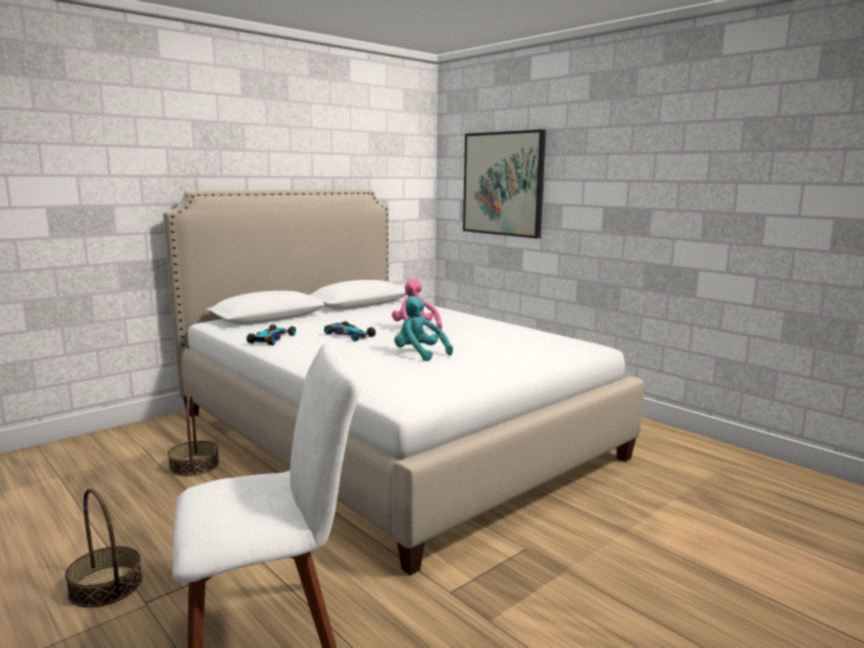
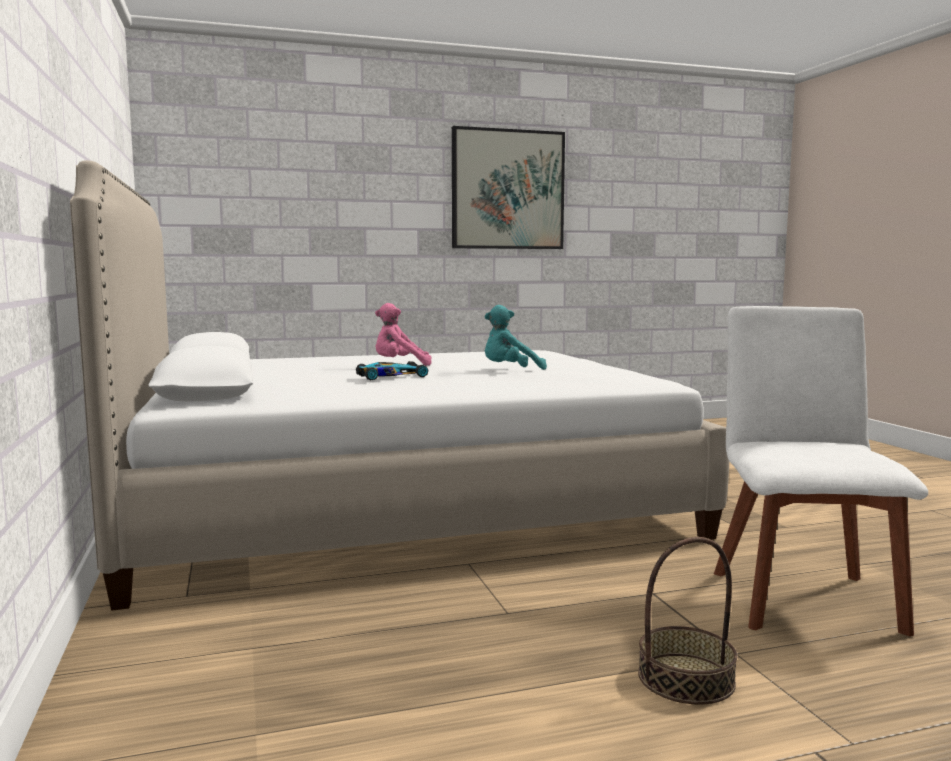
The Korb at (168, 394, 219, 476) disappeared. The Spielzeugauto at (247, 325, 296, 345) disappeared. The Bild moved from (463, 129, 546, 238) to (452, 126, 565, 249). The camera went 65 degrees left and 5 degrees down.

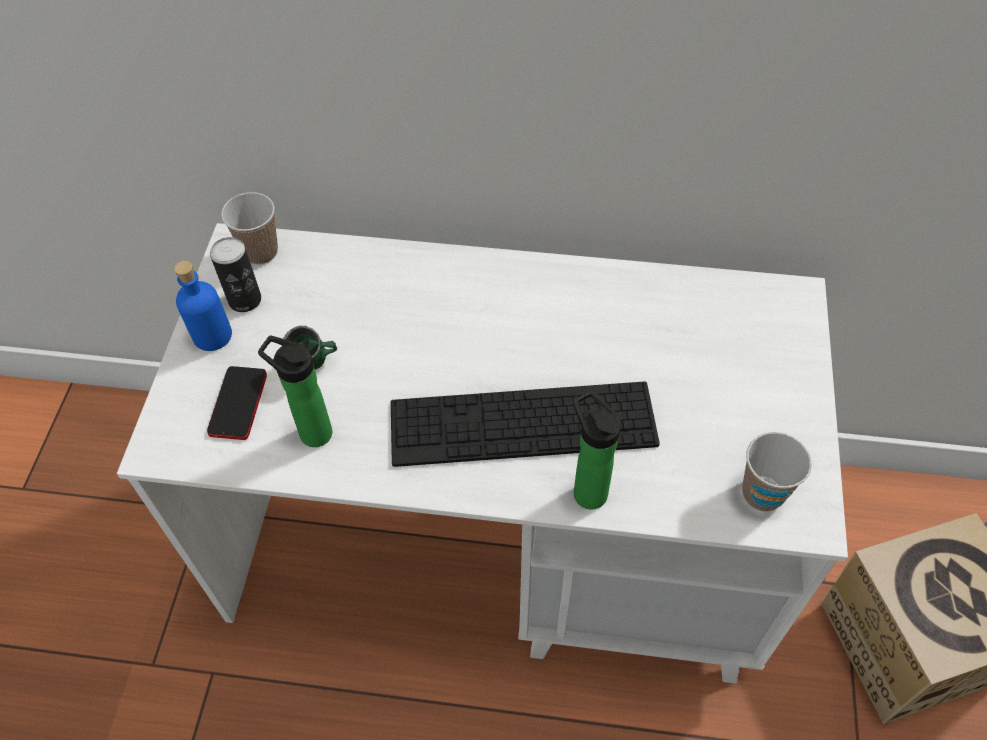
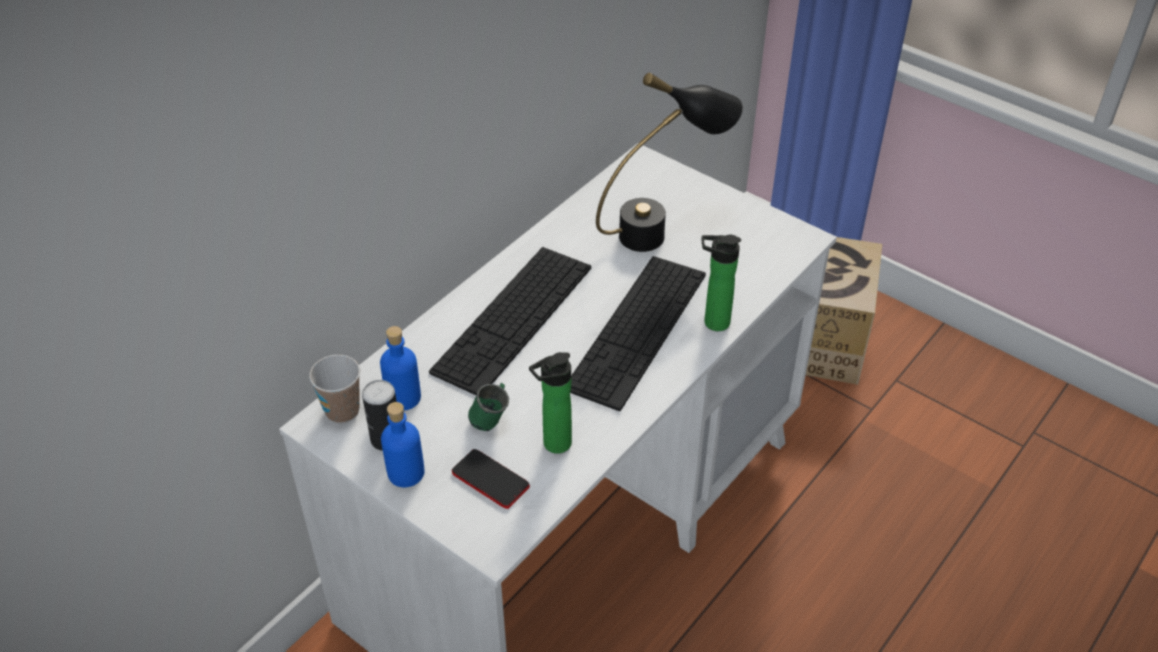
The Tasse at (742, 432, 812, 512) disappeared. The Flasche/blau at (380, 326, 421, 411) appeared. The Tastatur at (429, 247, 591, 395) appeared. The Tischlampe/schwarz at (596, 73, 743, 252) appeared. The camera went 60 degrees left and 10 degrees down.

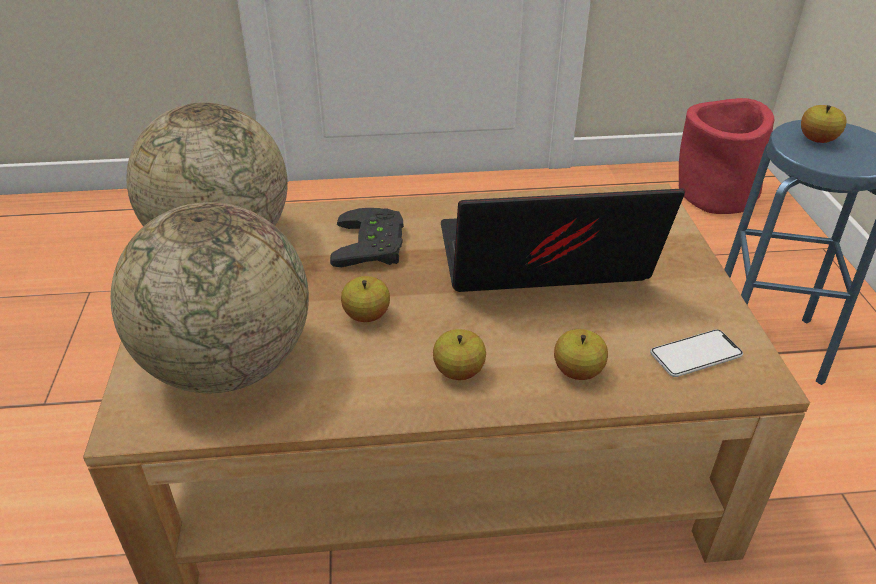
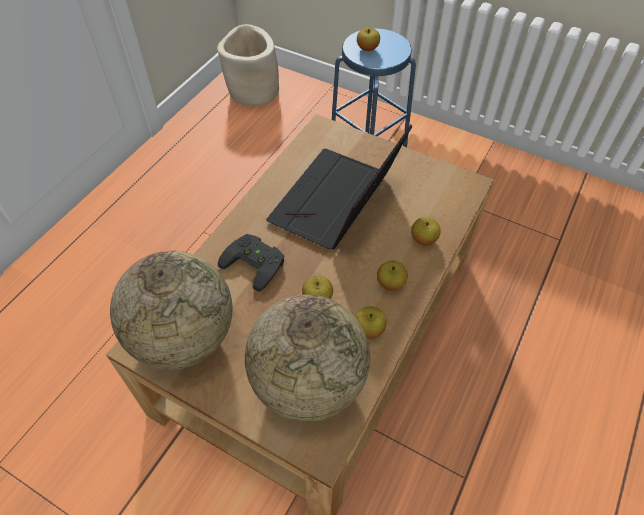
The Handy at (650, 330, 743, 377) disappeared. The Apfel at (355, 306, 387, 338) appeared. The Pflanzkübel/rot at (679, 98, 774, 214) became the Pflanzkübel/beige at (217, 24, 279, 106). The camera went 55 degrees left and 15 degrees up.

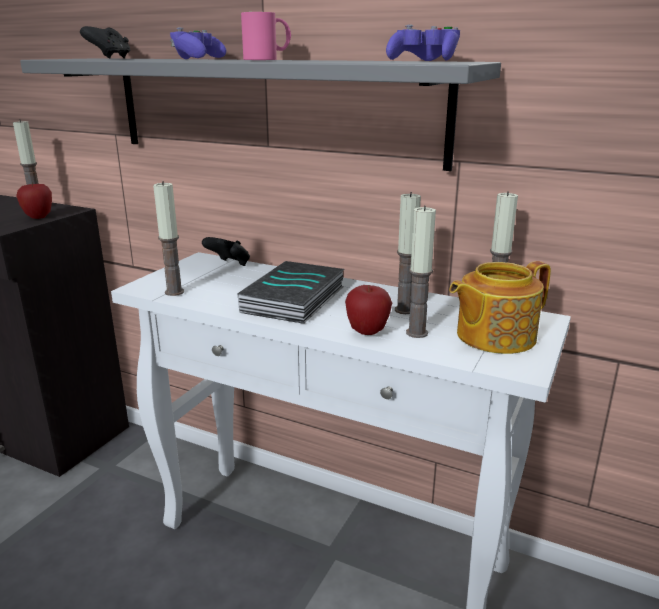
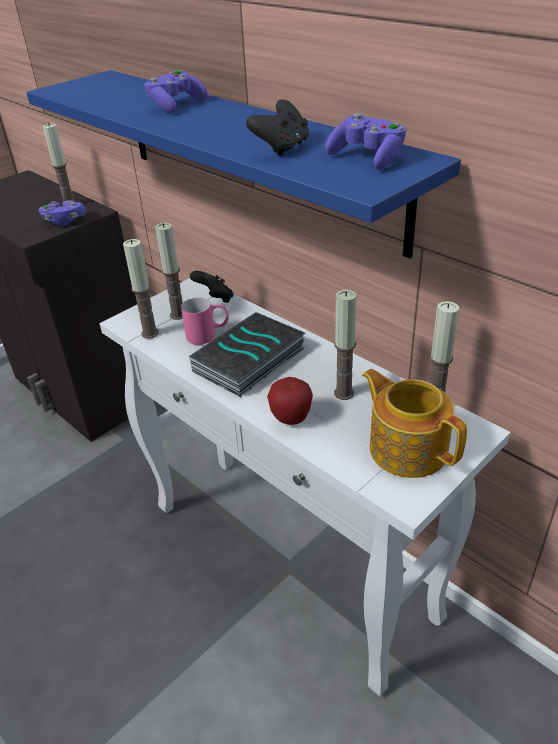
The Gamepad/schwarz moved from (80, 26, 130, 59) to (246, 99, 309, 156). The Henkelbecher/rosa moved from (241, 12, 291, 60) to (181, 297, 229, 345). The Kerze moved from (406, 205, 436, 338) to (155, 223, 183, 320). The Apfel at (16, 182, 52, 219) was replaced by the Gamepad/lila at (39, 200, 86, 226). The Wandregal/grau at (20, 58, 501, 171) became the Wandregal/blau at (26, 70, 461, 258). The Teekanne at (449, 261, 551, 354) turned 60 degrees clockwise. The camera went 20 degrees right and 15 degrees up.

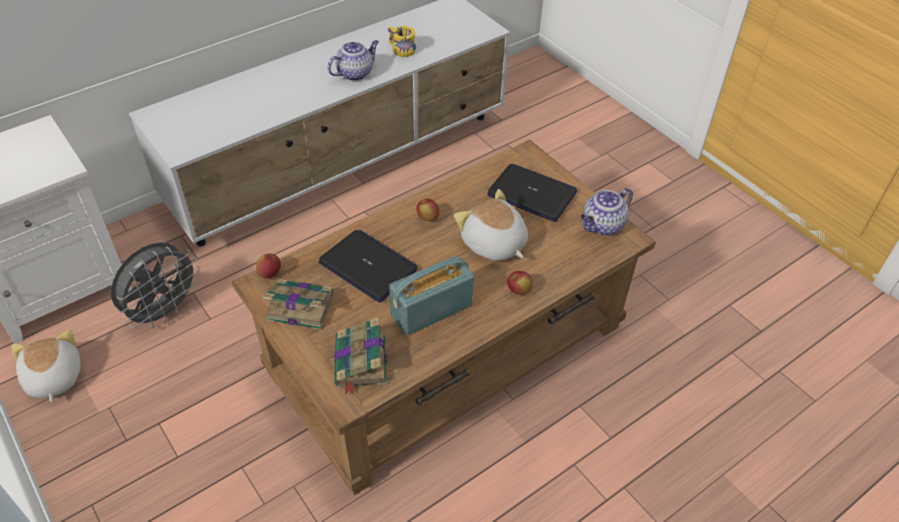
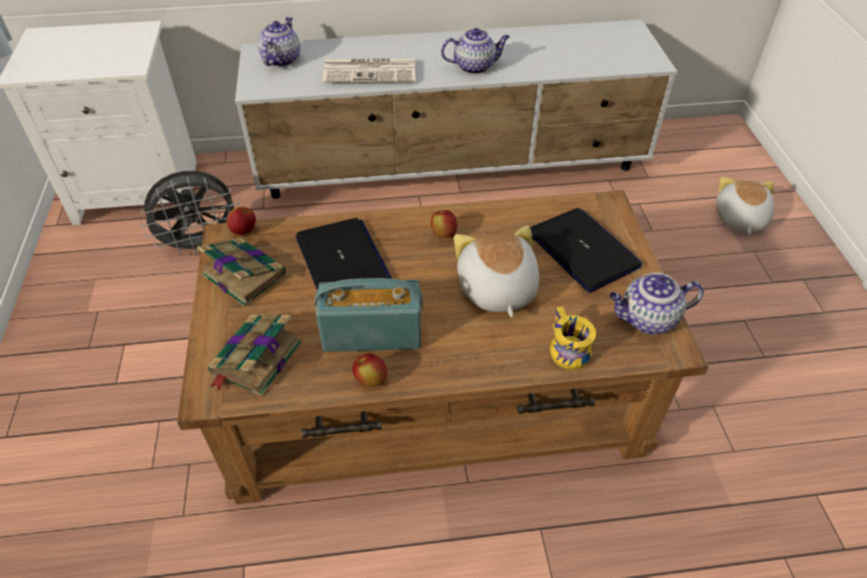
The Teekanne at (258, 16, 300, 67) appeared. The Zeitung at (322, 58, 415, 83) appeared. The Plüschtier moved from (11, 330, 81, 402) to (716, 176, 774, 234). The Henkelbecher/gelb moved from (388, 26, 416, 57) to (550, 306, 596, 370). The Apfel moved from (507, 271, 533, 295) to (353, 354, 387, 387). The camera went 30 degrees right and 0 degrees up.

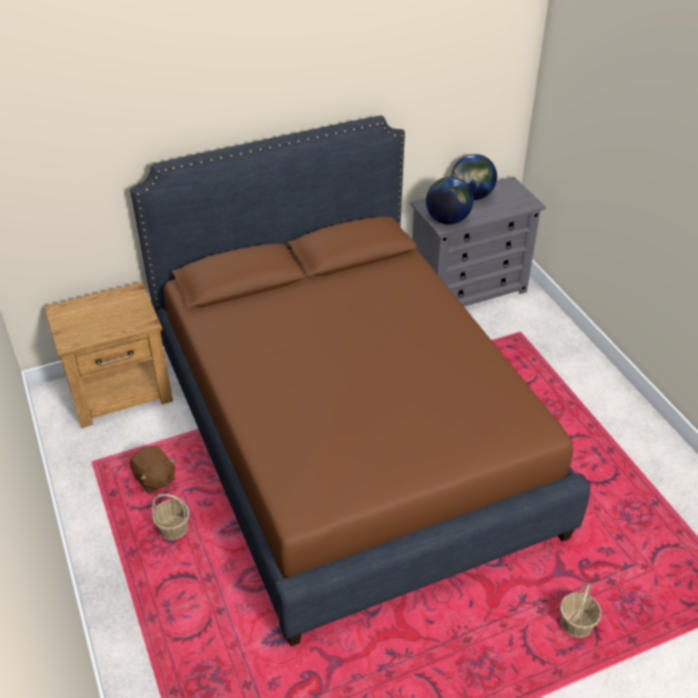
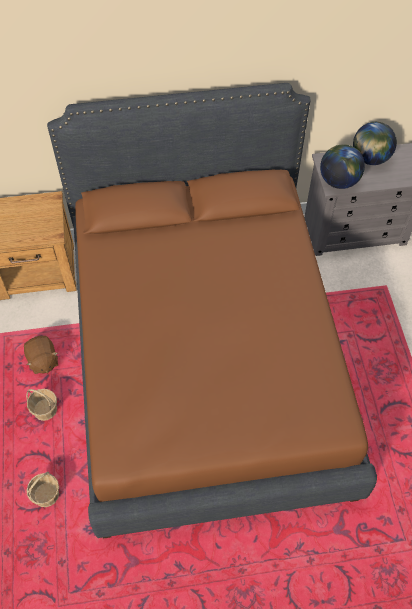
The Korb moved from (560, 583, 602, 638) to (27, 472, 59, 507). The camera went 15 degrees right and 15 degrees up.

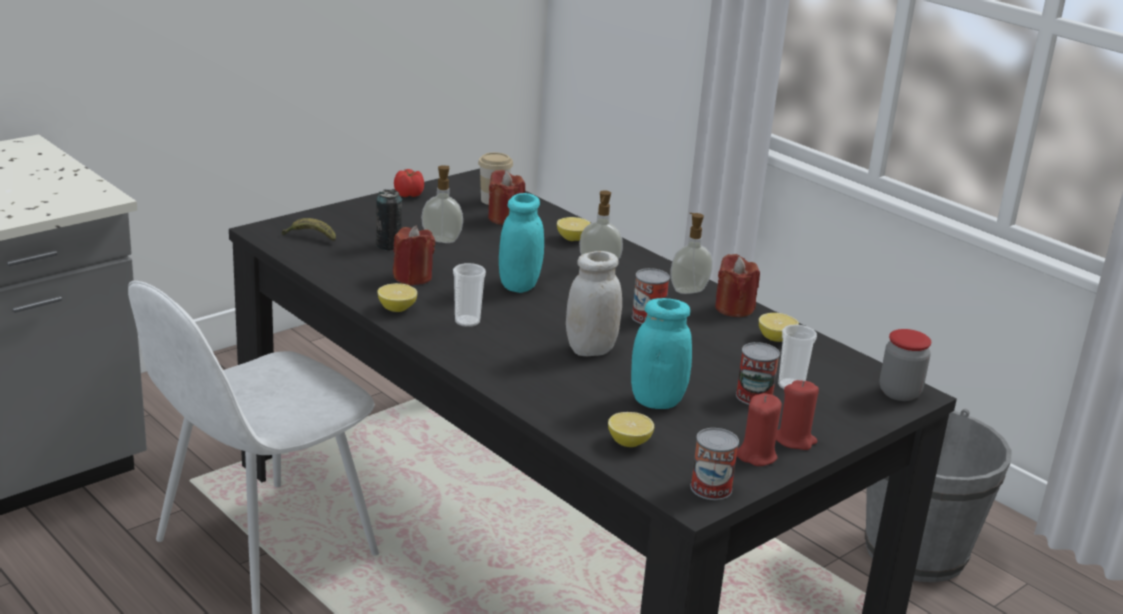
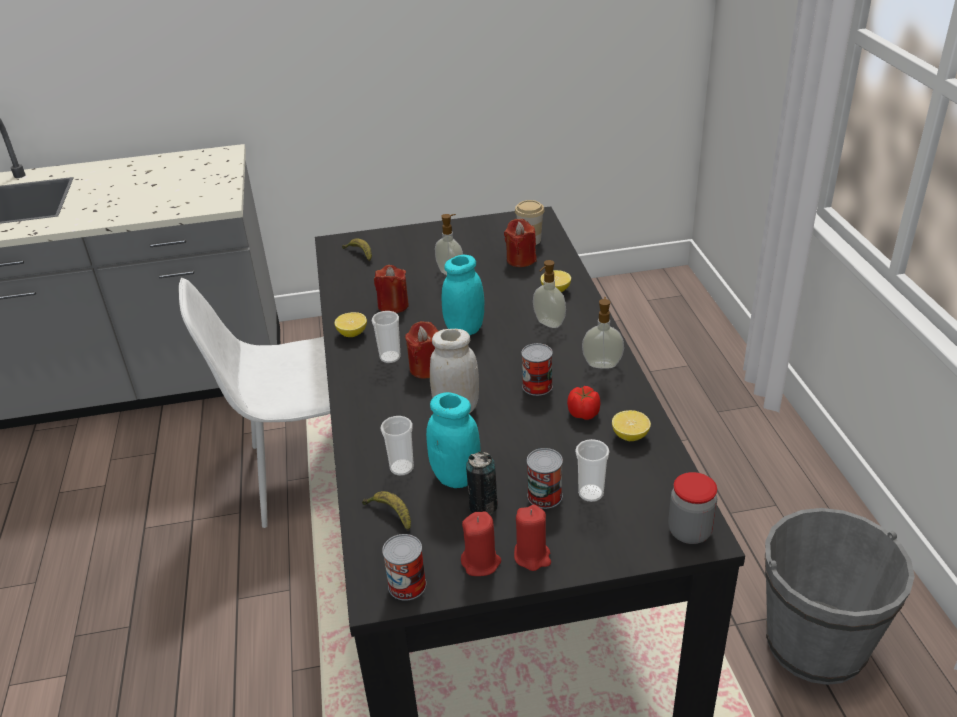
The Tasse at (380, 416, 414, 476) appeared. The Dose moved from (376, 190, 402, 250) to (466, 451, 498, 515). The Tomate moved from (394, 169, 424, 197) to (567, 386, 601, 420). The Kerze/rot moved from (715, 254, 760, 317) to (405, 321, 438, 378). The Zitrone at (608, 412, 654, 447) was replaced by the Banane at (362, 491, 411, 530). The camera went 35 degrees right and 10 degrees up.

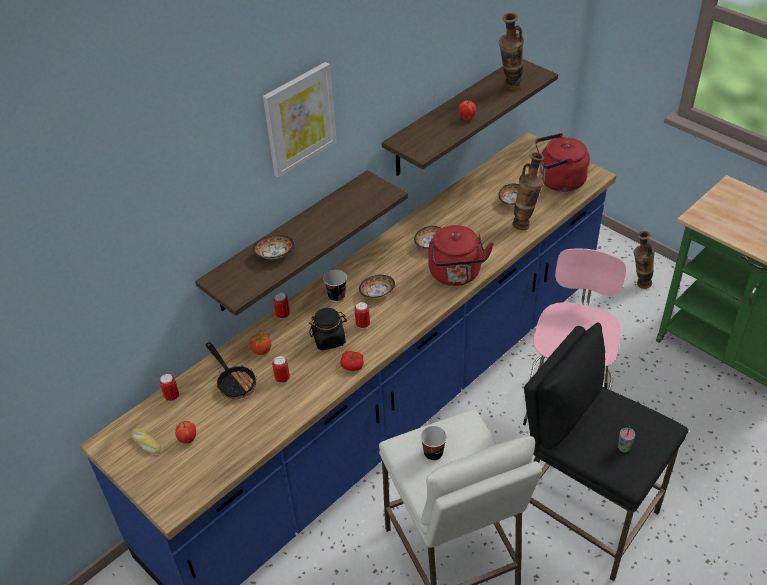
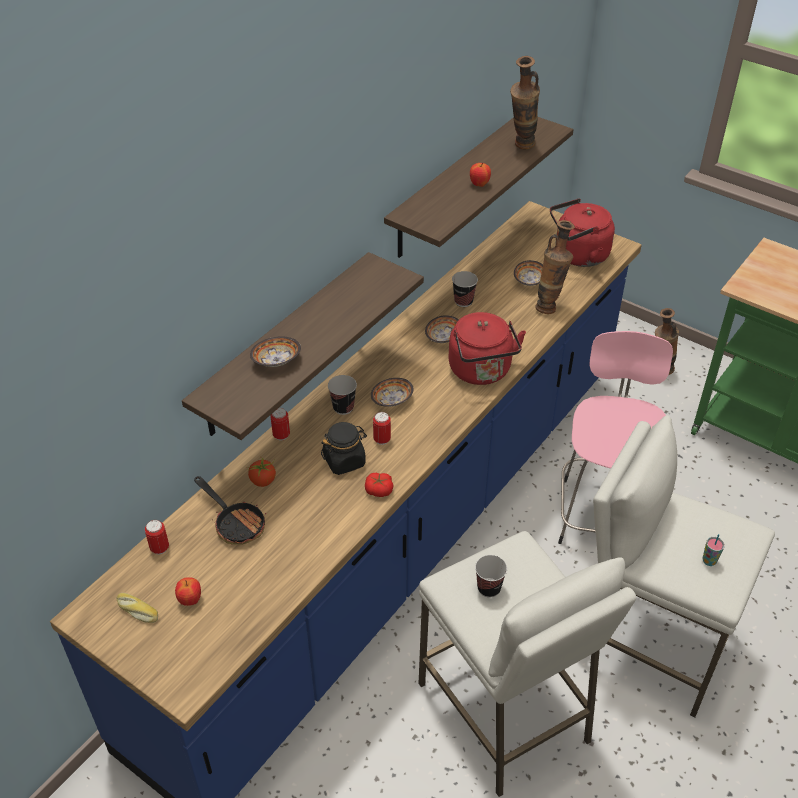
The Bild at (263, 62, 337, 178) disappeared. The Dose at (272, 356, 290, 383) disappeared. The Tasse at (452, 271, 478, 307) appeared. The Hocker/schwarz at (514, 323, 688, 581) became the Hocker/weiß at (593, 415, 775, 717). The camera went 10 degrees left and 0 degrees up.

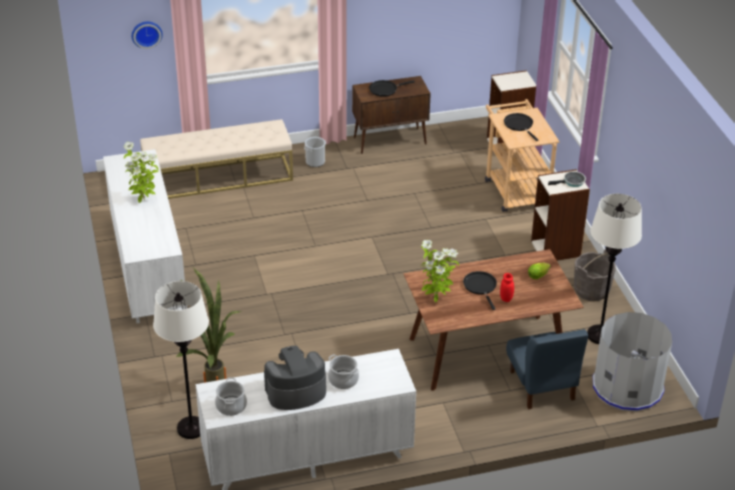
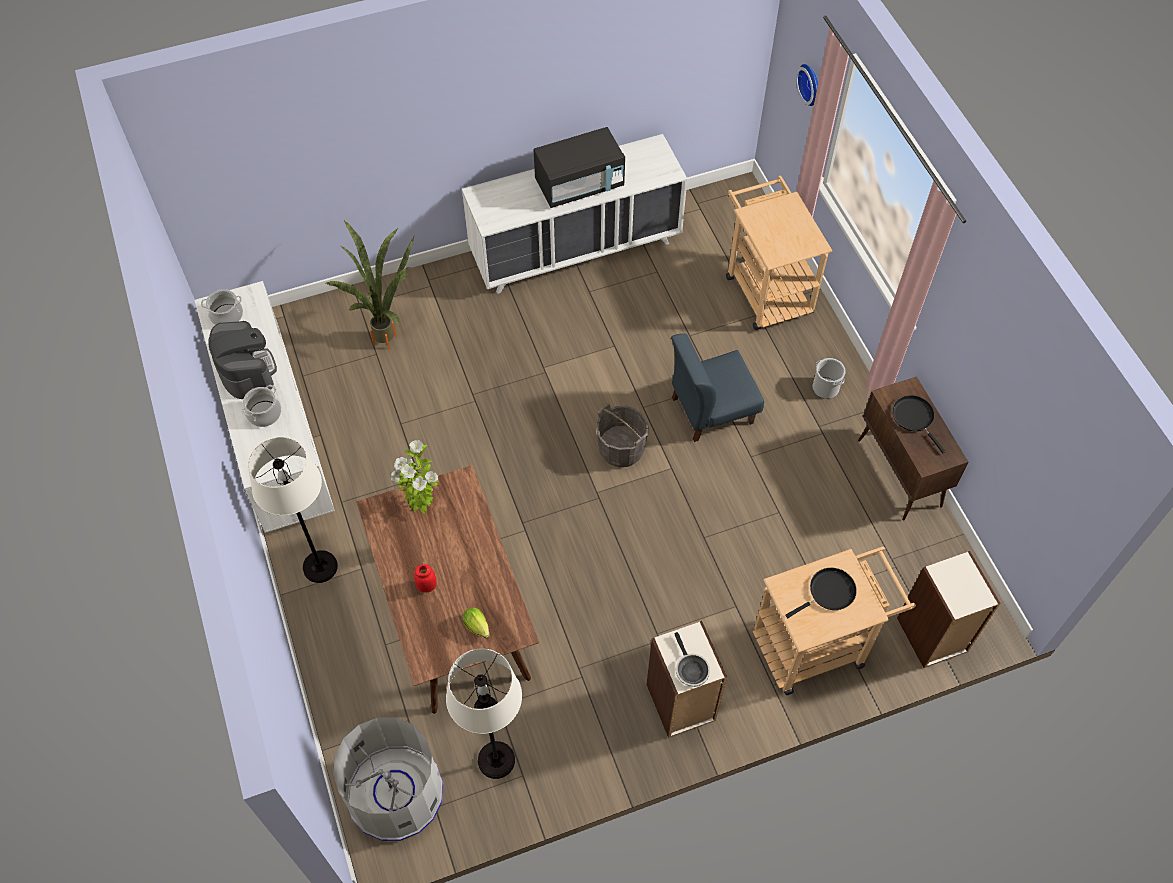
The Pfanne/schwarz at (463, 271, 497, 310) disappeared. The Stehlampe/weiß moved from (153, 281, 209, 439) to (248, 437, 338, 583). The Stuhl/blau moved from (506, 329, 588, 409) to (671, 333, 764, 442). The Eimer/grau moved from (574, 250, 616, 301) to (596, 403, 649, 467). The Topfpflanze at (124, 142, 159, 203) was replaced by the Mikrowelle/schwarz at (534, 127, 625, 208). The Bank/beige at (140, 119, 293, 199) was replaced by the Rollwagen/beige at (726, 176, 832, 330). The camera went 85 degrees right and 20 degrees up.

